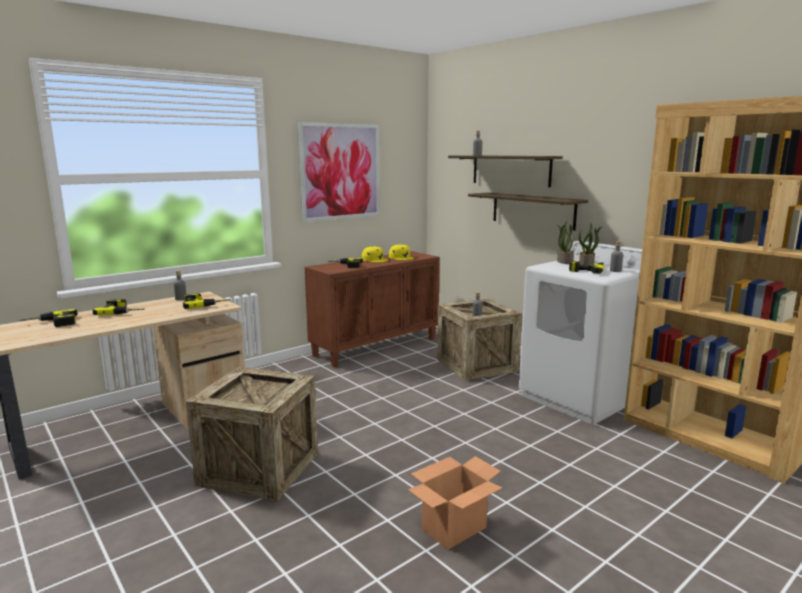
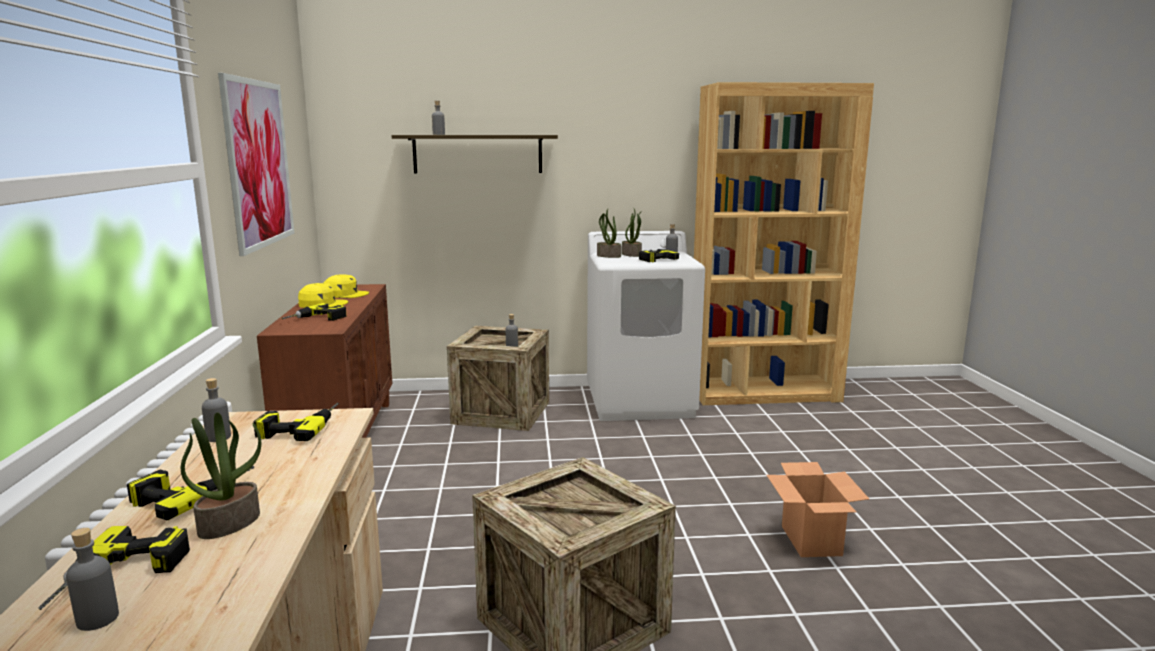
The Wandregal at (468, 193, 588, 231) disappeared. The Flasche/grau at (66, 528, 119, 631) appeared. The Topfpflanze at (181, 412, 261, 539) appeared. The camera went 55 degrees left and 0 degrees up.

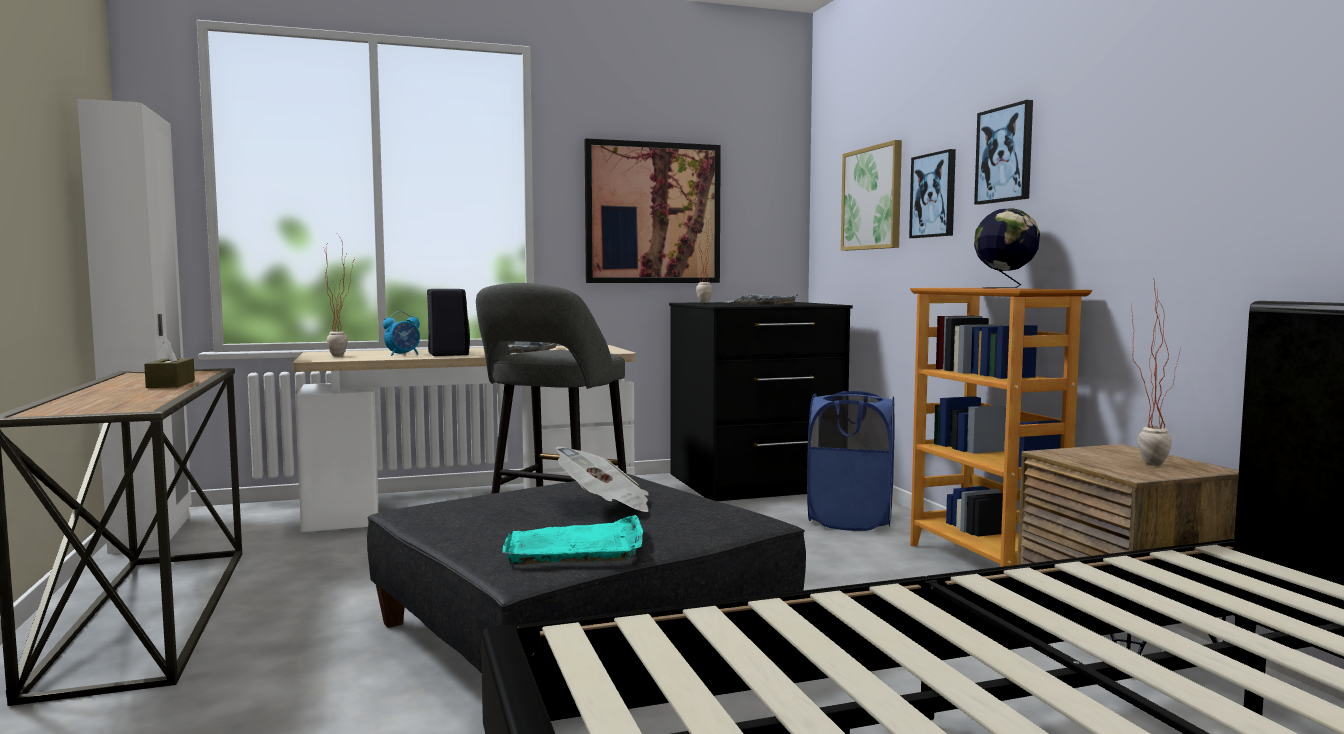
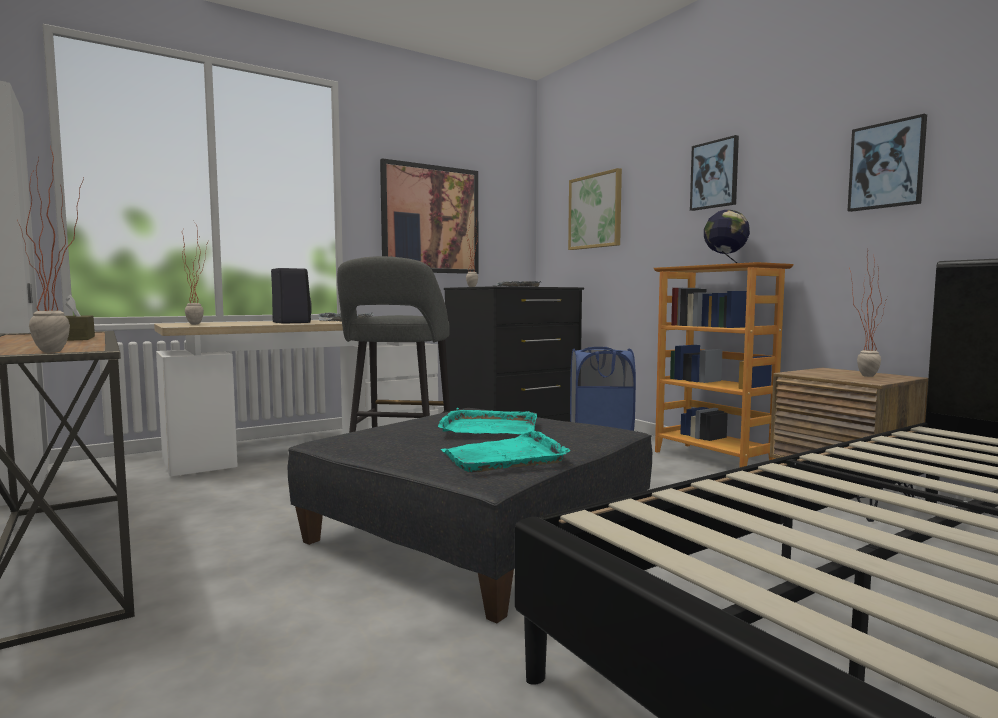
The Wecker at (383, 311, 420, 356) disappeared. The Topfpflanze at (17, 144, 84, 353) appeared. The Bild moved from (909, 149, 956, 238) to (847, 114, 927, 212). The Zeitung at (556, 447, 649, 512) was replaced by the Tablett/türkis at (438, 408, 537, 434). The camera went 15 degrees left and 0 degrees up.

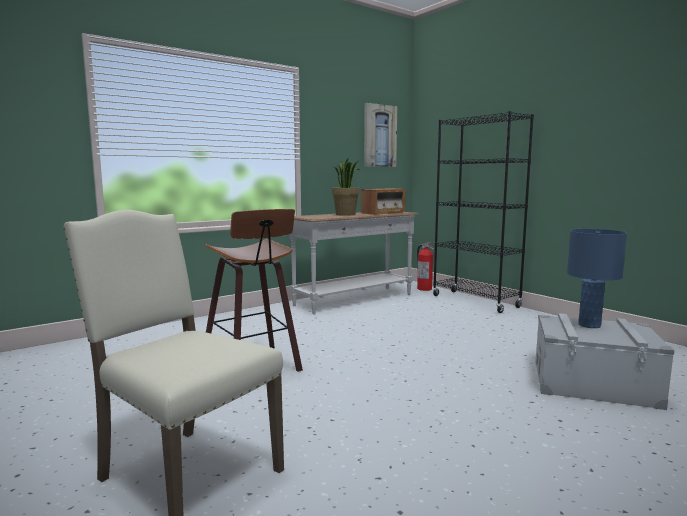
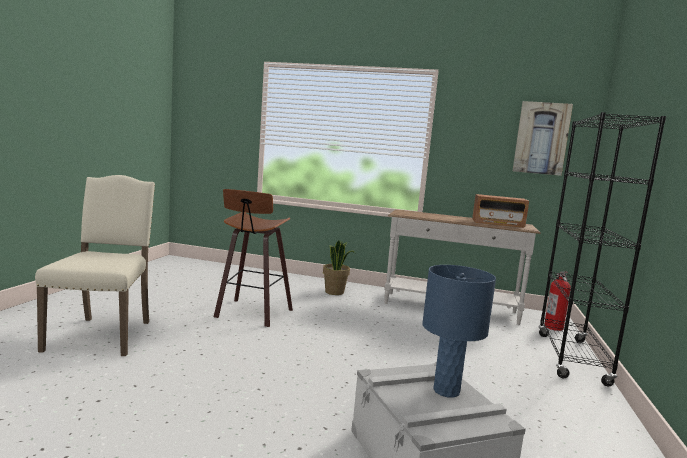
The Topfpflanze moved from (332, 159, 361, 216) to (323, 240, 355, 295). The camera went 50 degrees right and 0 degrees up.

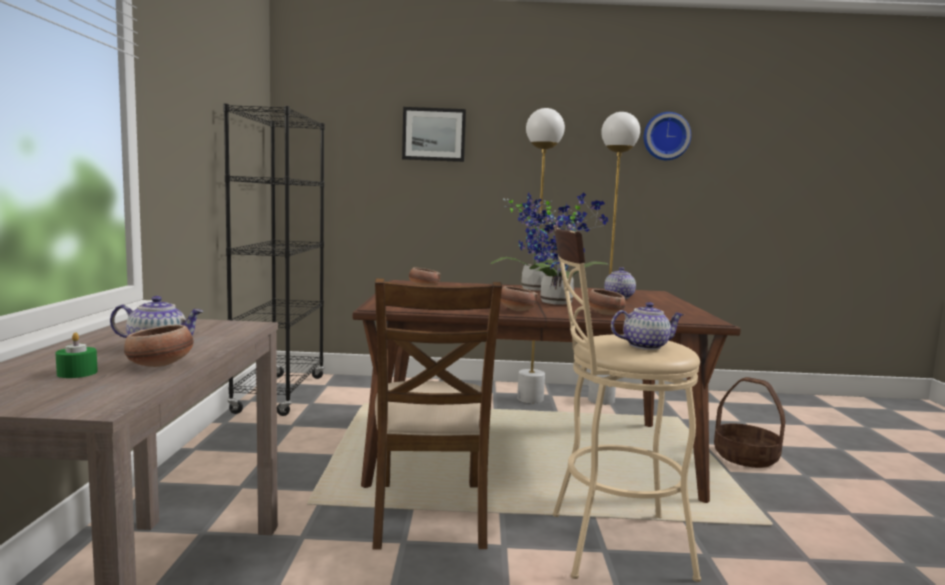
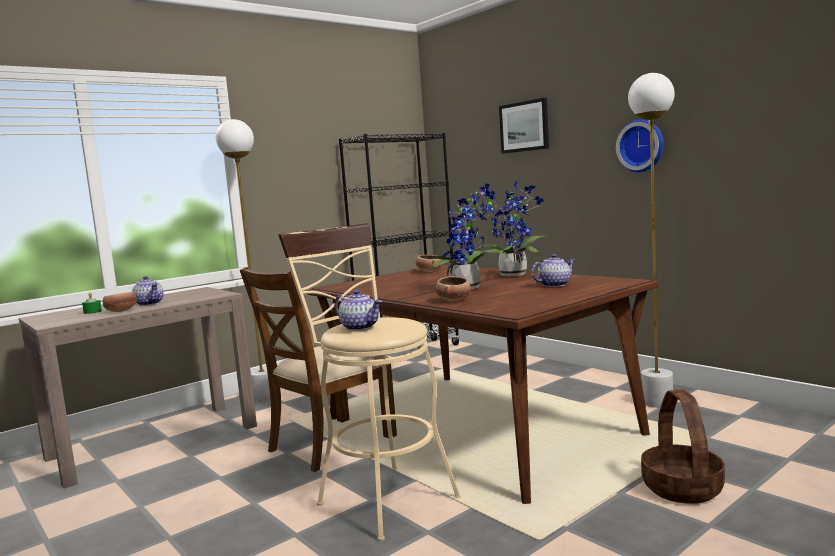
The Schüssel at (500, 286, 538, 311) disappeared. The Stehlampe/weiß moved from (517, 108, 565, 403) to (216, 119, 270, 401). The Wanduhr moved from (644, 112, 691, 160) to (616, 119, 664, 172). The camera went 50 degrees right and 0 degrees up.

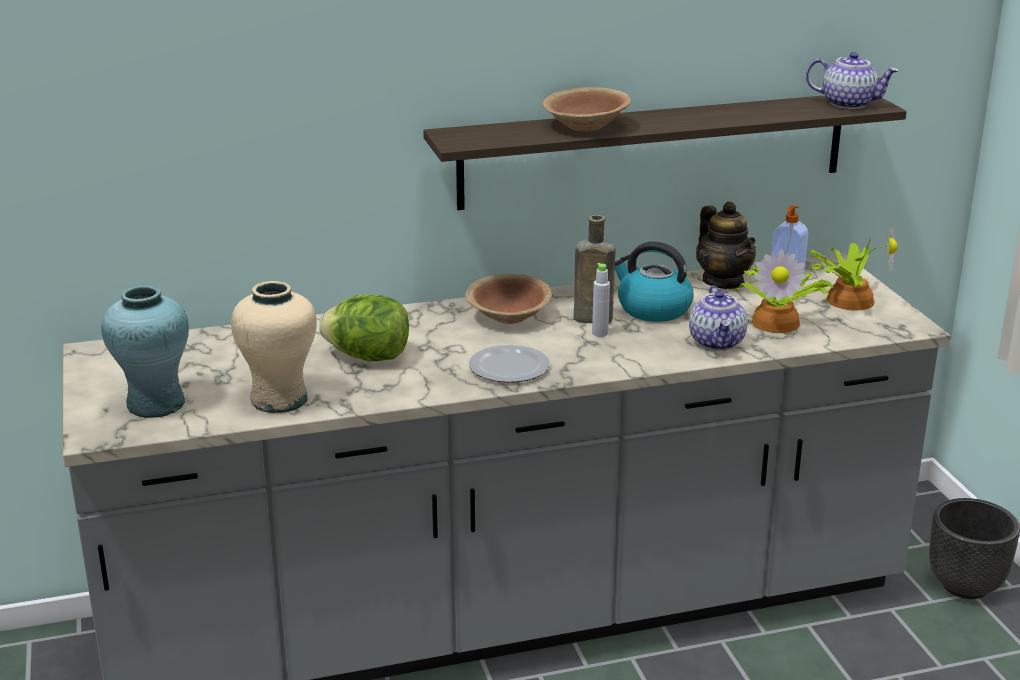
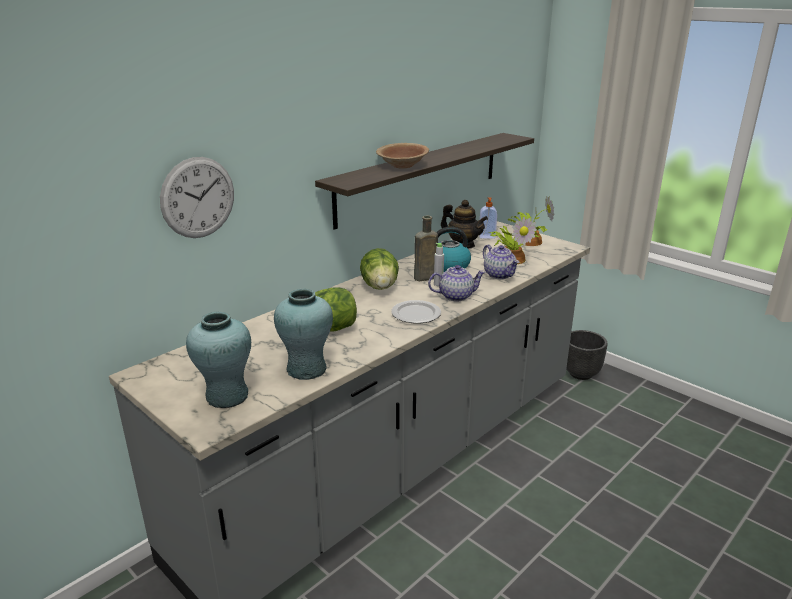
The Wanduhr at (160, 157, 234, 238) appeared. The Teekanne moved from (806, 52, 899, 109) to (428, 265, 486, 302). The Schüssel/braun at (465, 274, 552, 324) was replaced by the Salatkopf at (360, 248, 399, 290). The Vase/beige at (231, 281, 317, 413) became the Vase/türkis at (274, 289, 333, 380). The camera went 30 degrees left and 0 degrees up.

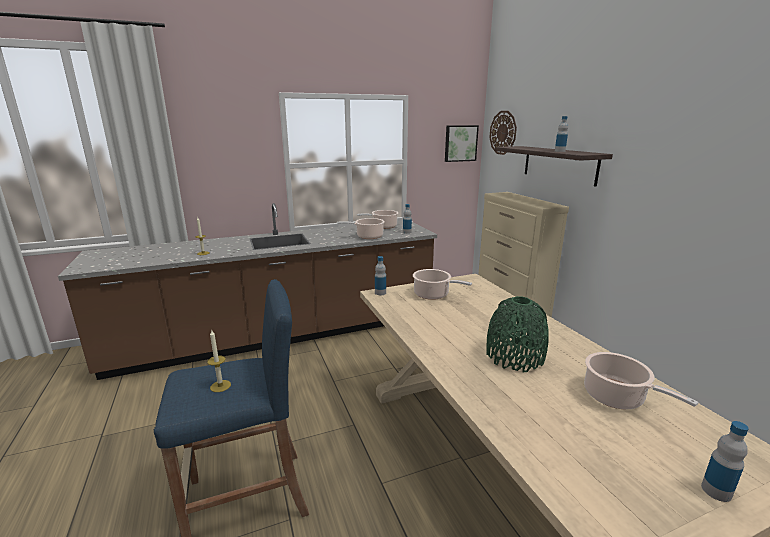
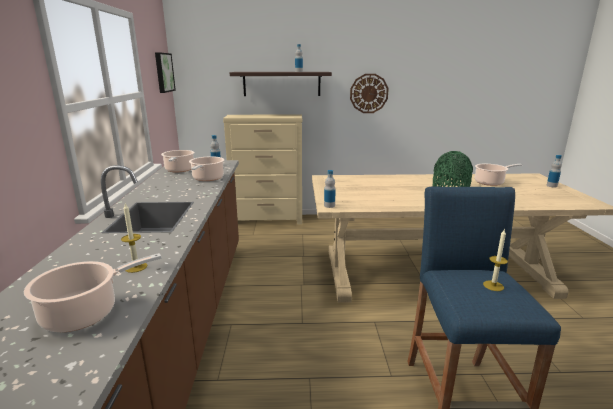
The Kochtopf moved from (413, 269, 472, 300) to (24, 253, 162, 332). The Wanduhr moved from (489, 111, 517, 155) to (350, 74, 389, 113). The camera went 70 degrees left and 0 degrees up.

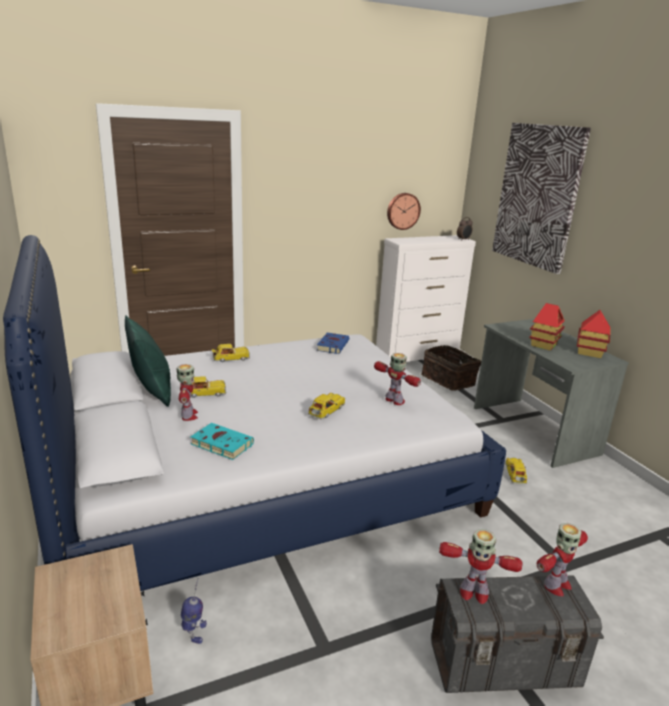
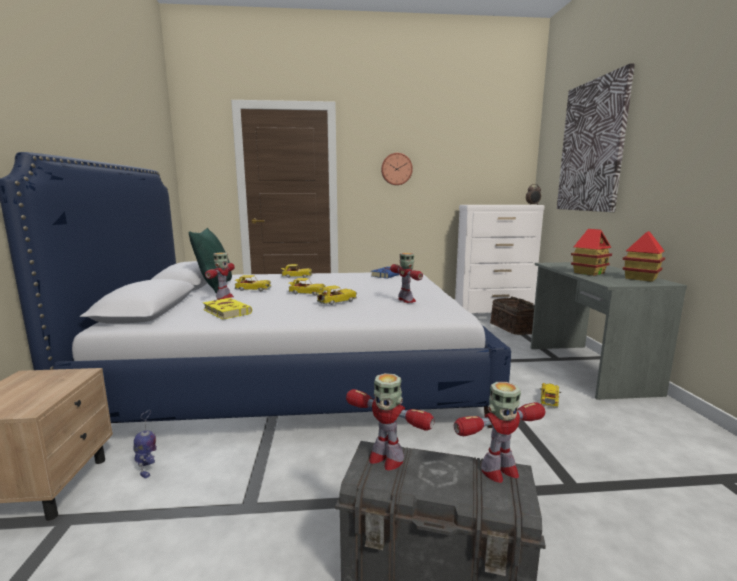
The Spielzeugauto at (288, 278, 326, 296) appeared. The Wanduhr moved from (387, 193, 421, 230) to (381, 153, 413, 185). The Buch/türkis at (190, 423, 254, 460) became the Buch/gelb at (203, 298, 252, 320). The camera went 20 degrees right and 10 degrees down.

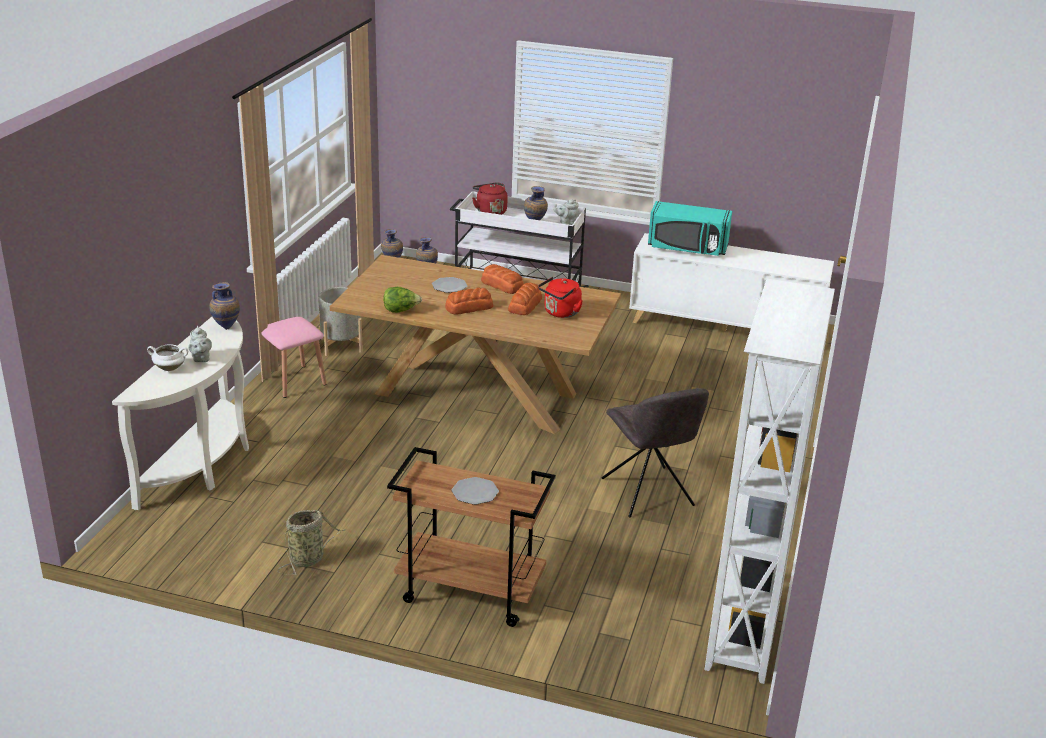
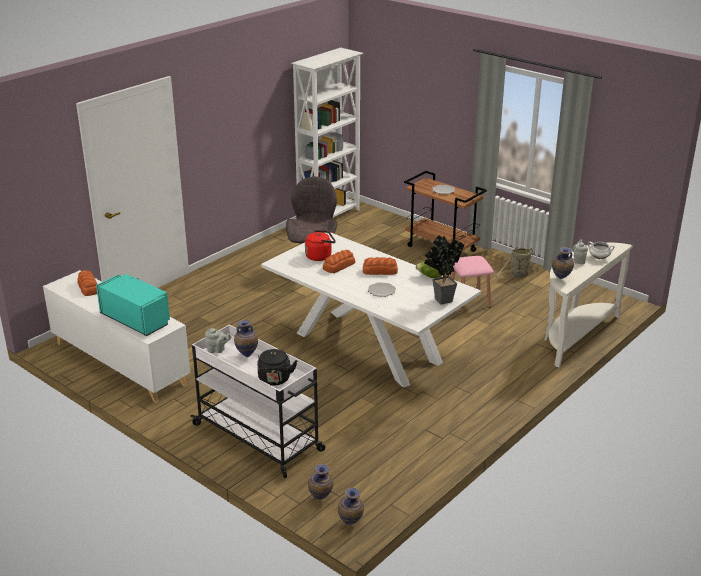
The Pflanzkübel/grau at (319, 287, 363, 356) disappeared. The Topfpflanze at (424, 235, 465, 305) appeared. The Hocker/rosa moved from (261, 317, 327, 398) to (451, 256, 494, 311). The Brot moved from (481, 264, 524, 294) to (77, 270, 97, 296). The Esstisch/braun at (330, 255, 621, 434) became the Esstisch/weiß at (261, 232, 481, 388). The Wasserkessel/rot at (472, 182, 508, 215) became the Wasserkessel/schwarz at (257, 349, 297, 386). The camera went 155 degrees left and 0 degrees up.

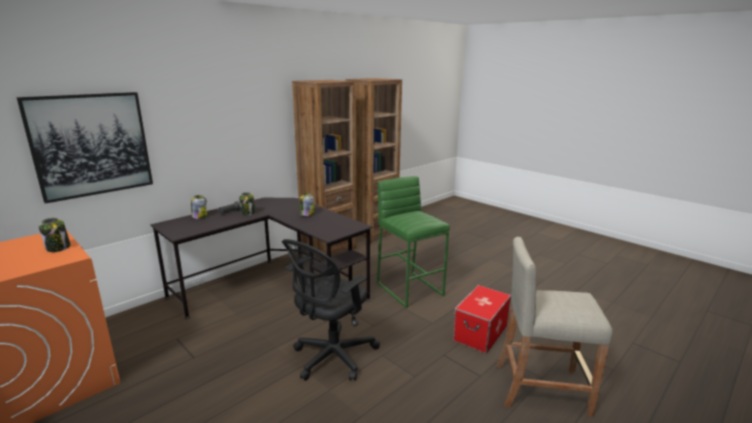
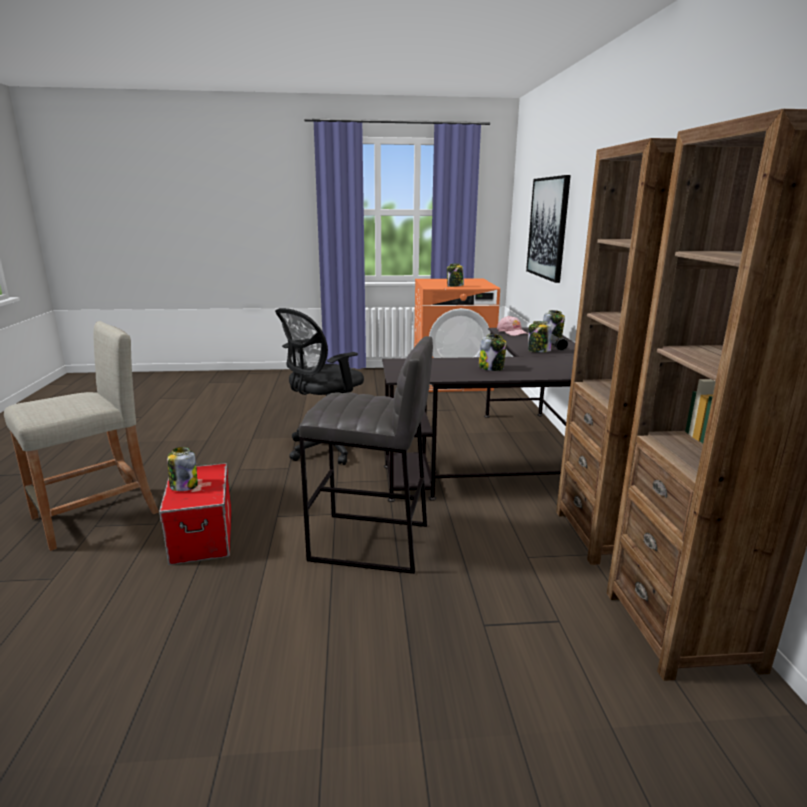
The Vorratsglas at (167, 447, 198, 491) appeared. The Kappe/rosa at (497, 316, 528, 336) appeared. The Hocker/grün at (377, 176, 450, 308) became the Hocker/grau at (299, 336, 433, 574). The Bürostuhl/schwarz at (282, 239, 380, 381) turned 120 degrees counterclockwise. The camera went 130 degrees right and 0 degrees up.

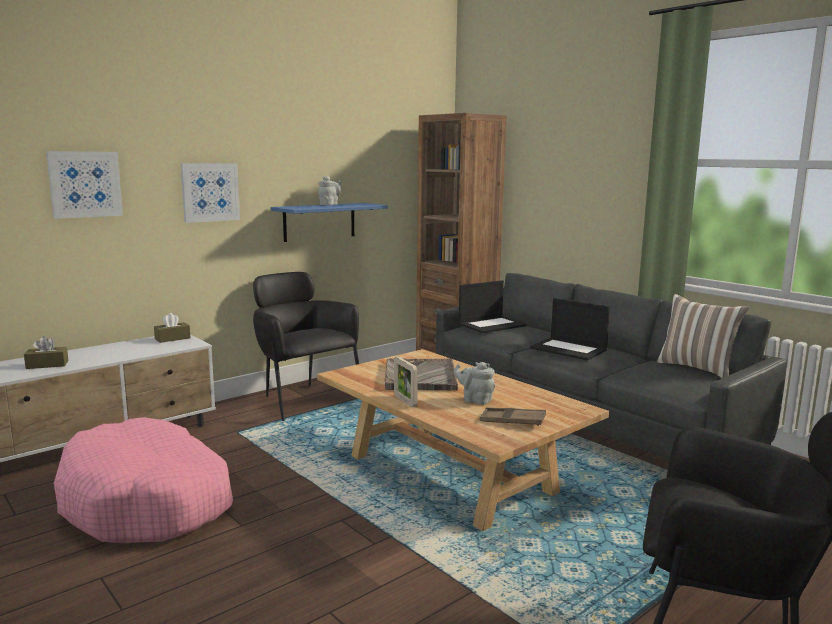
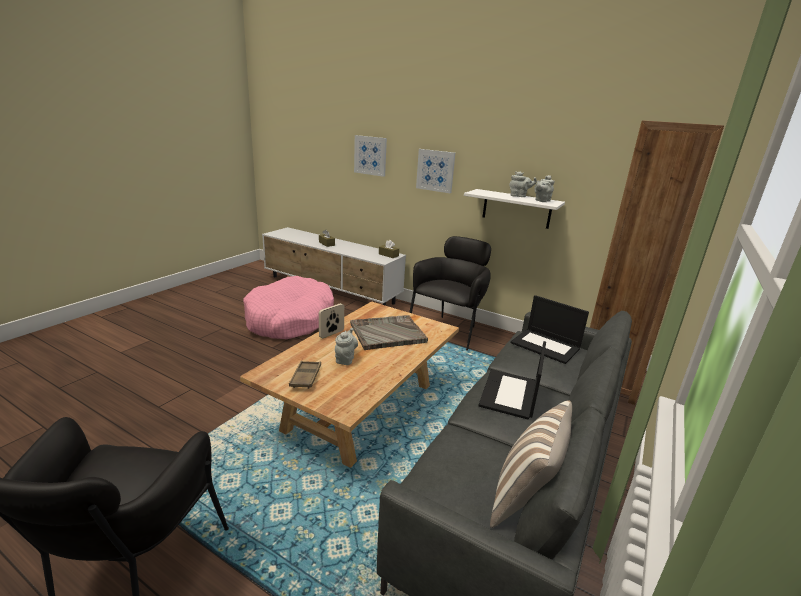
The Teekanne/grau at (534, 175, 555, 202) appeared. The Wandregal/blau at (271, 203, 388, 242) became the Wandregal/weiß at (464, 189, 565, 229). The camera went 70 degrees right and 10 degrees up.

